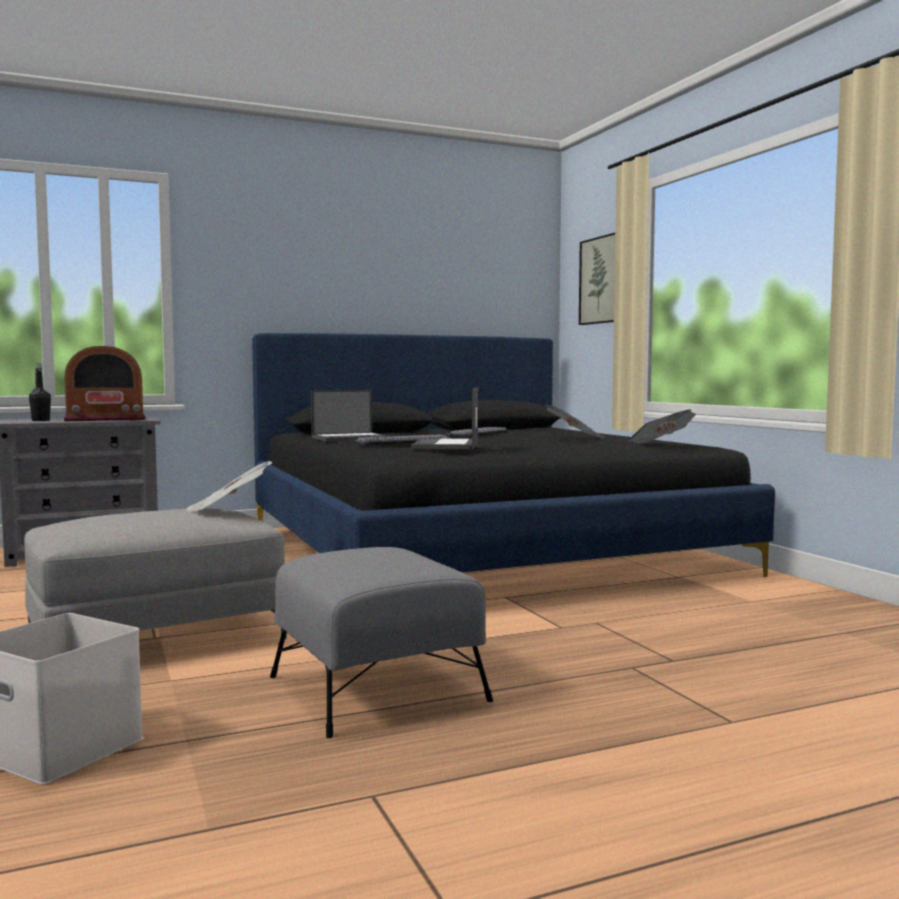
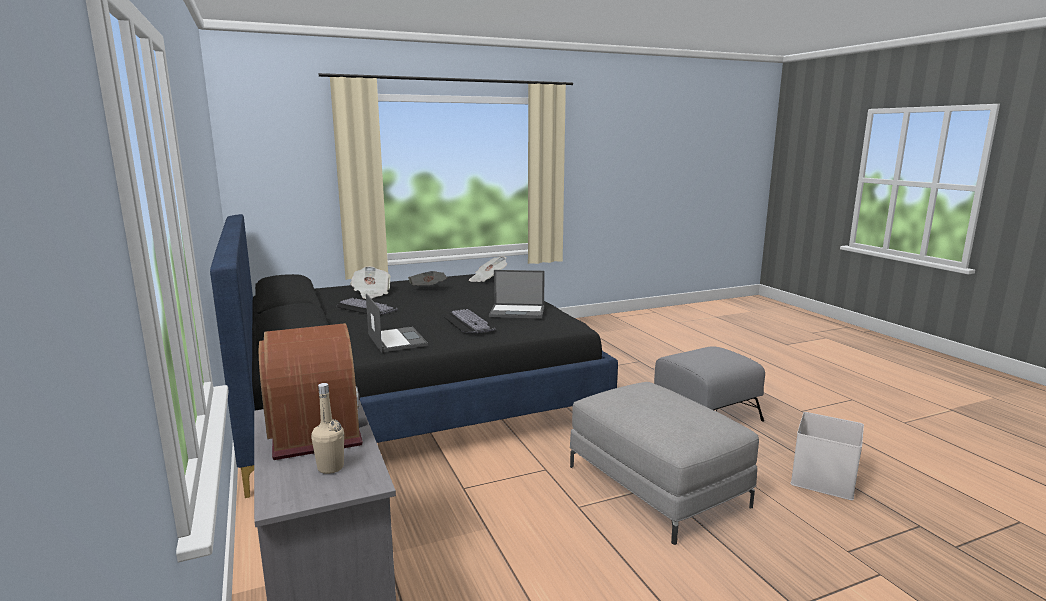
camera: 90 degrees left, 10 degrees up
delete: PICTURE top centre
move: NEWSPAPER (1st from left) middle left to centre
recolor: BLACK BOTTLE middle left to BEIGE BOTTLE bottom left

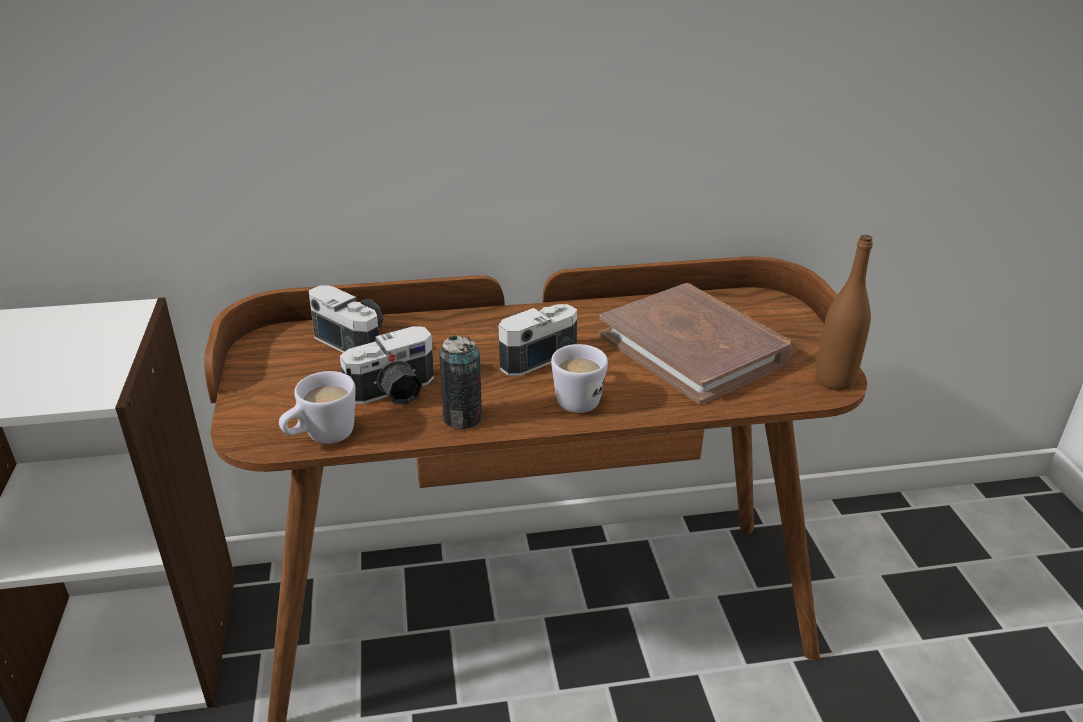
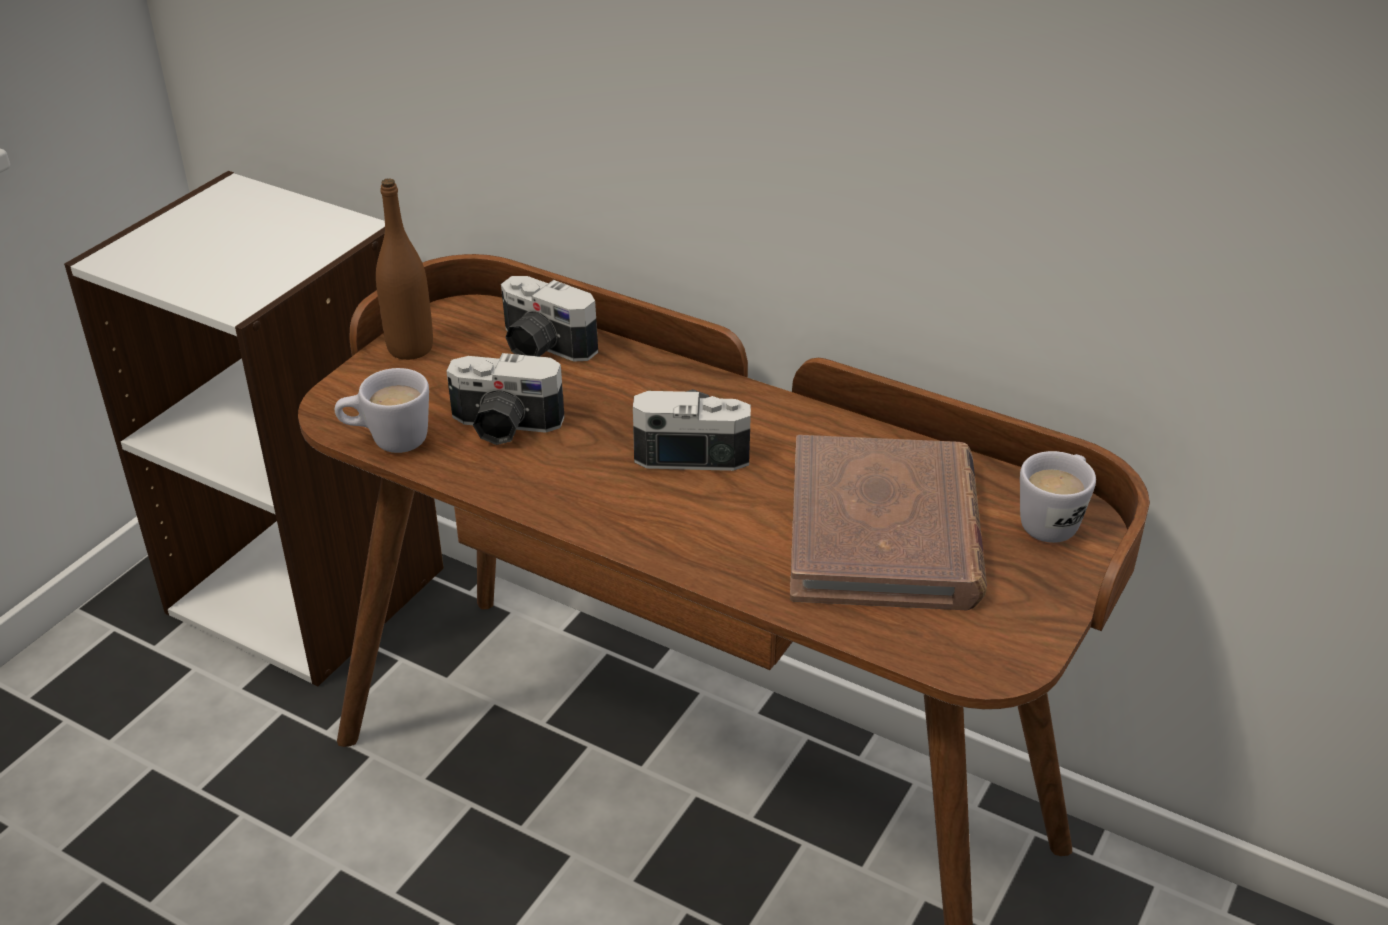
camera: 40 degrees right, 5 degrees up
delete: CAN centre
move: WHITE MUG (2nd from left) centre to middle right; BROWN BOTTLE middle right to top left
rotate: PHOTO CAMERA (1st from left in the first image) middle left = centre 135 degrees clockwise

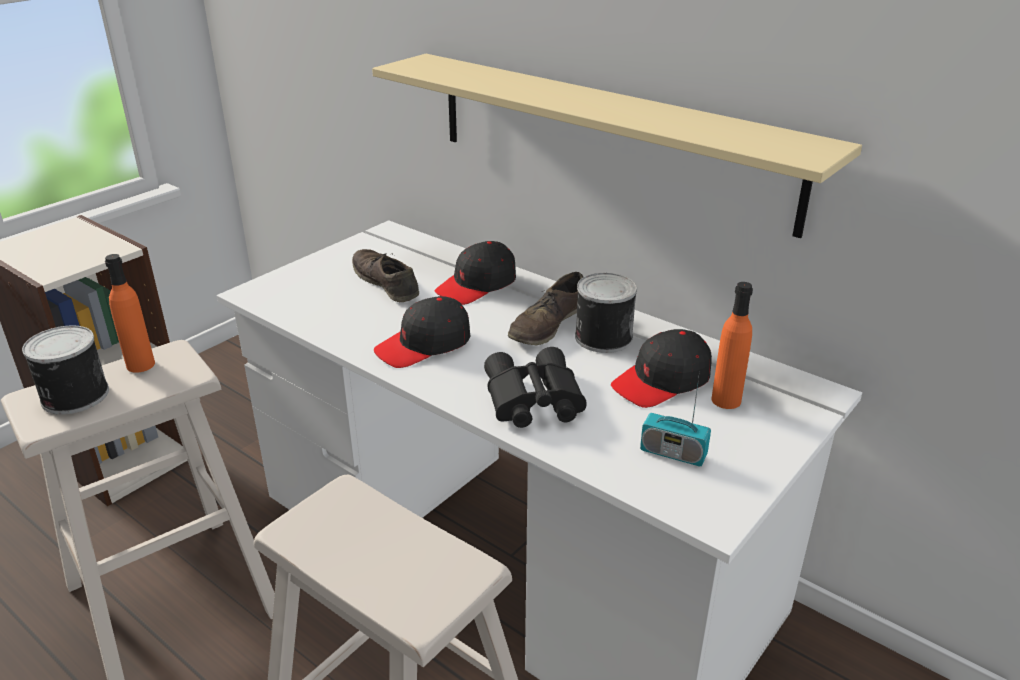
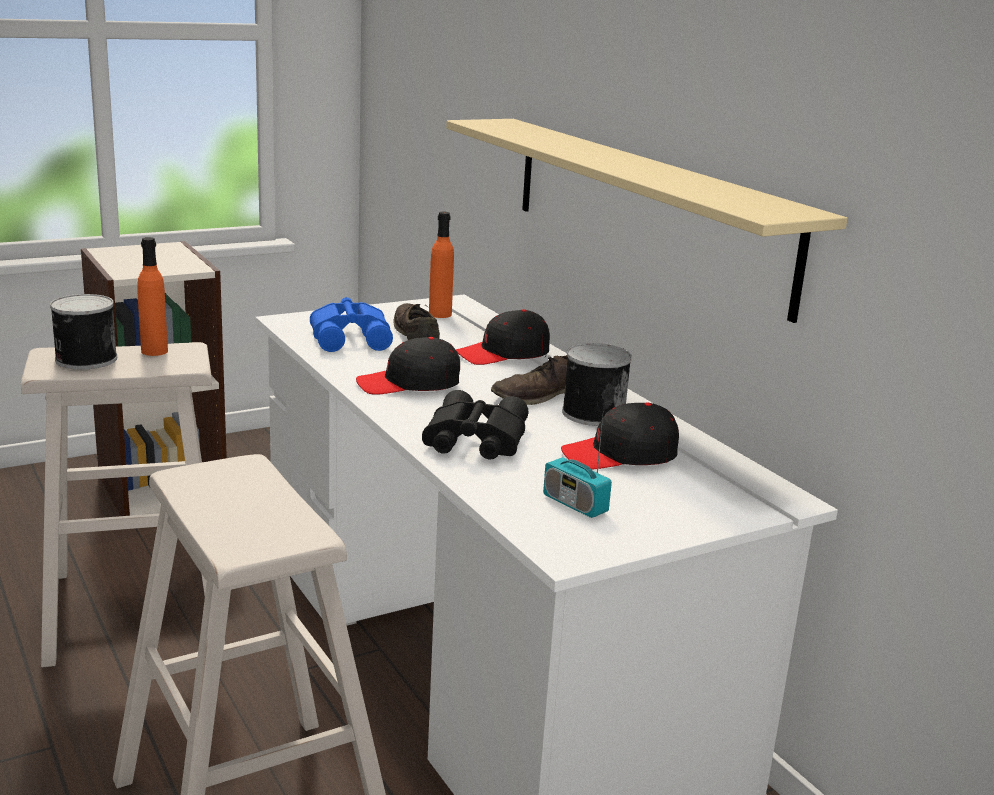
camera: 20 degrees right, 10 degrees down
insert: BLUE BINOCULARS centre
move: ORANGE BOTTLE (2nd from left) middle right to centre

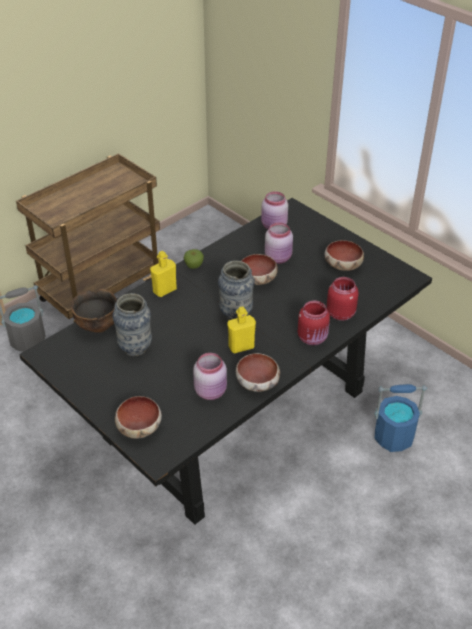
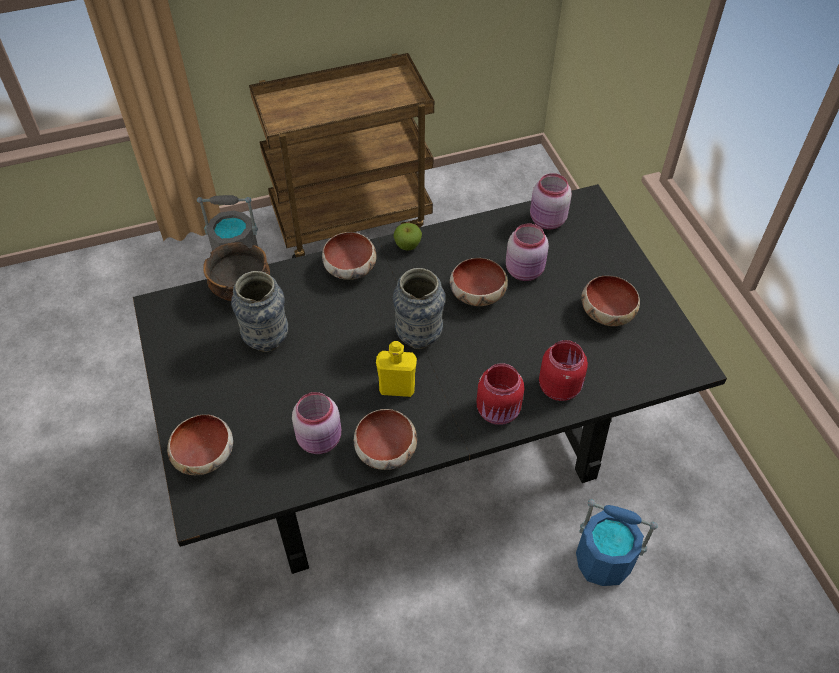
camera: 25 degrees right, 10 degrees up
replace: YELLOW BOTTLE (1st from left) centre to BOWL (3rd from left) centre

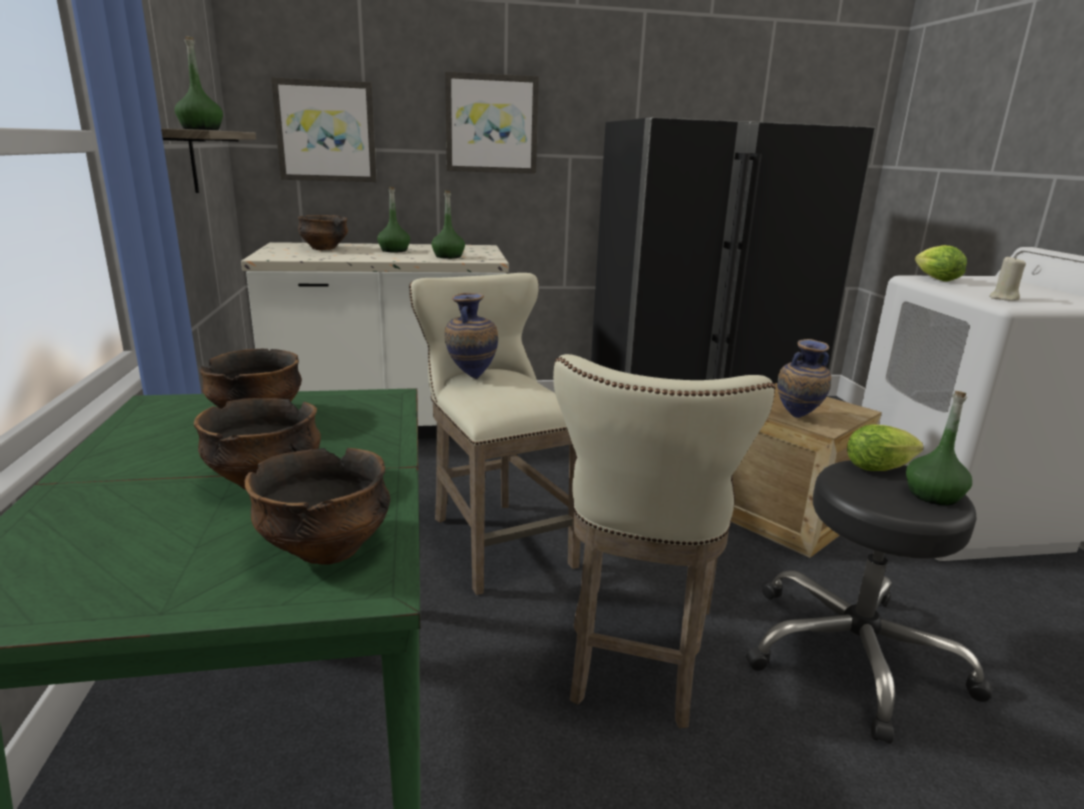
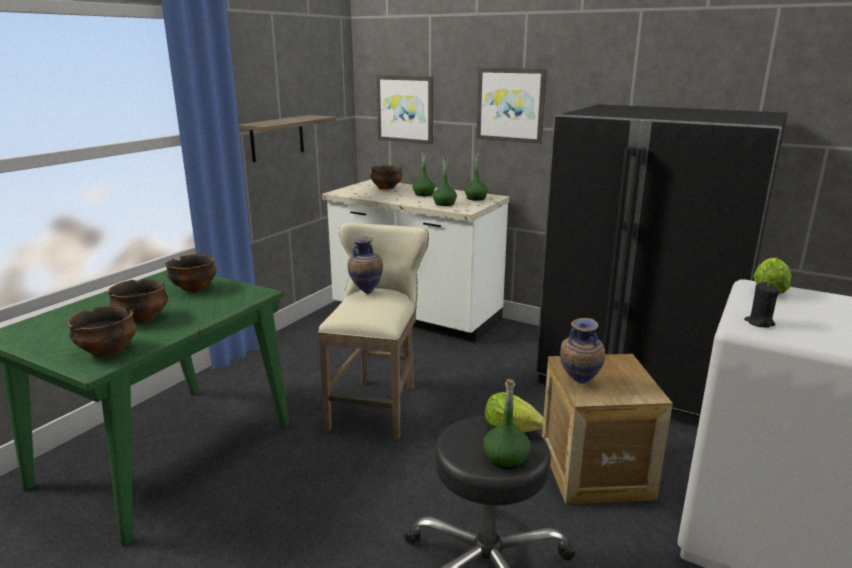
camera: 40 degrees right, 0 degrees up
delete: BEIGE STOOL (2nd from left) bottom centre
move: GREEN BOTTLE (1st from left in the first image) top left to GREEN BOTTLE (3rd from left) top centre
recolor: BEIGE CANDLE middle right to BLACK CANDLE middle right

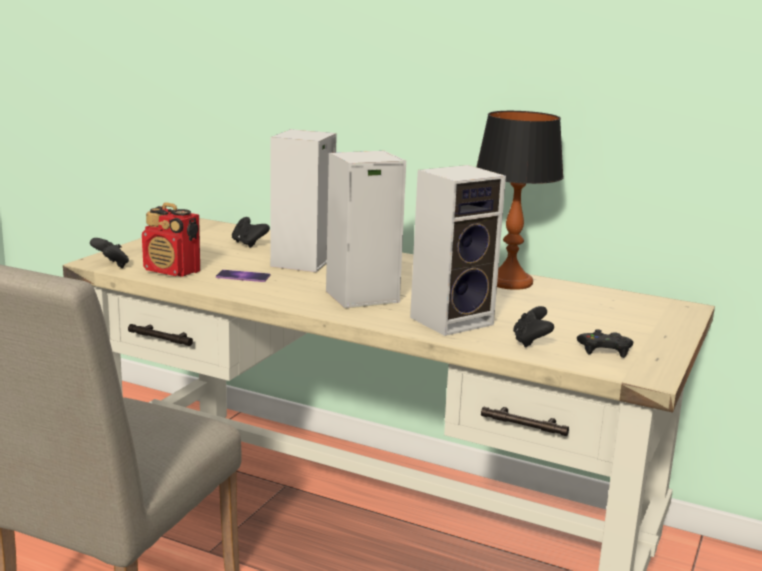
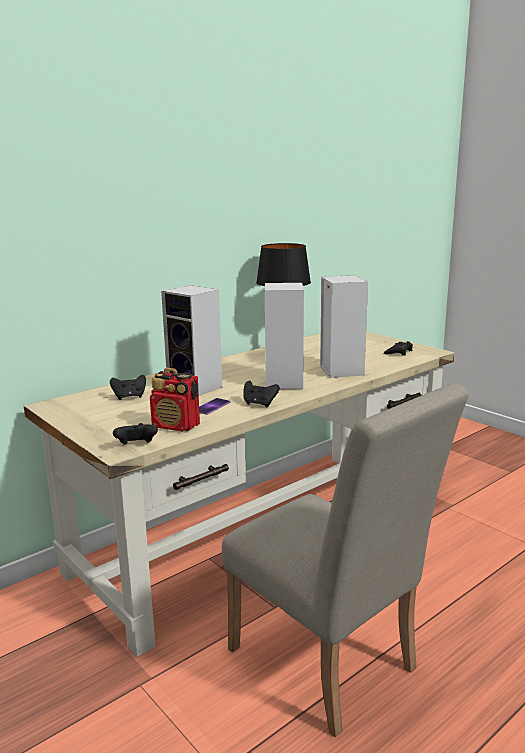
camera: 65 degrees left, 0 degrees up
move: BLACK GAME CONTROLLER (3rd from left) middle right to centre
rotate: RADIO middle left = centre 60 degrees clockwise

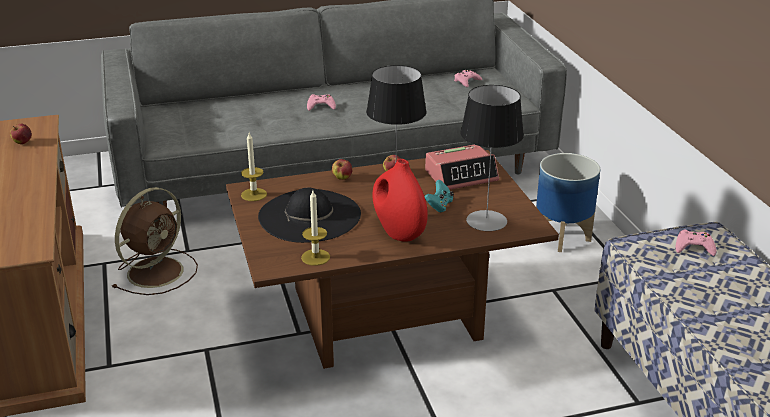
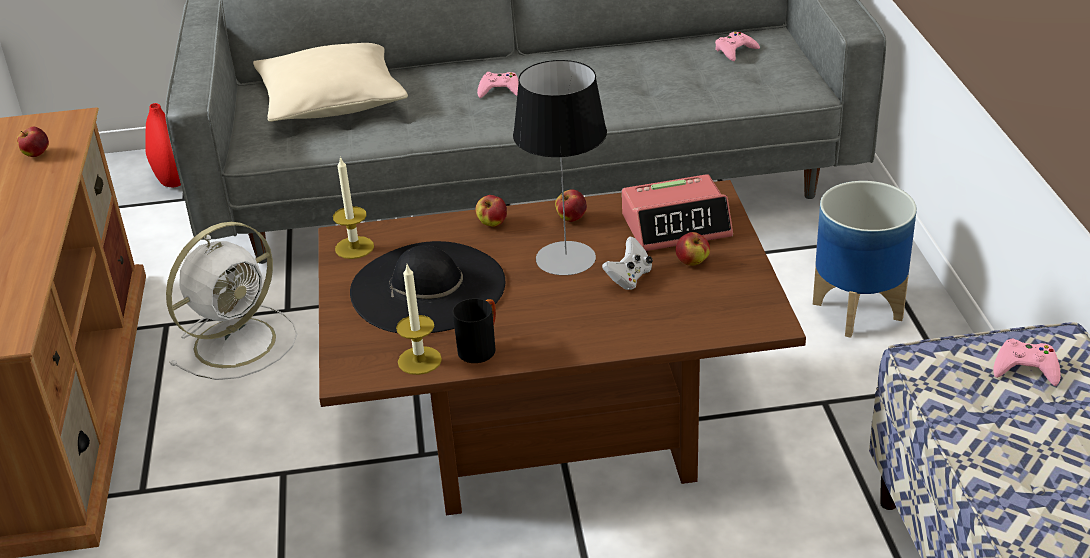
camera: 10 degrees right, 5 degrees up
delete: TABLE LAMP (2nd from left) centre
insert: BEIGE PILLOW top left; BLACK MUG centre; APPLE (4th from left) centre
move: RED VASE centre to top left
recolor: BROWN FAN middle left to WHITE FAN middle left; TURQUOISE GAME CONTROLLER centre to WHITE GAME CONTROLLER centre

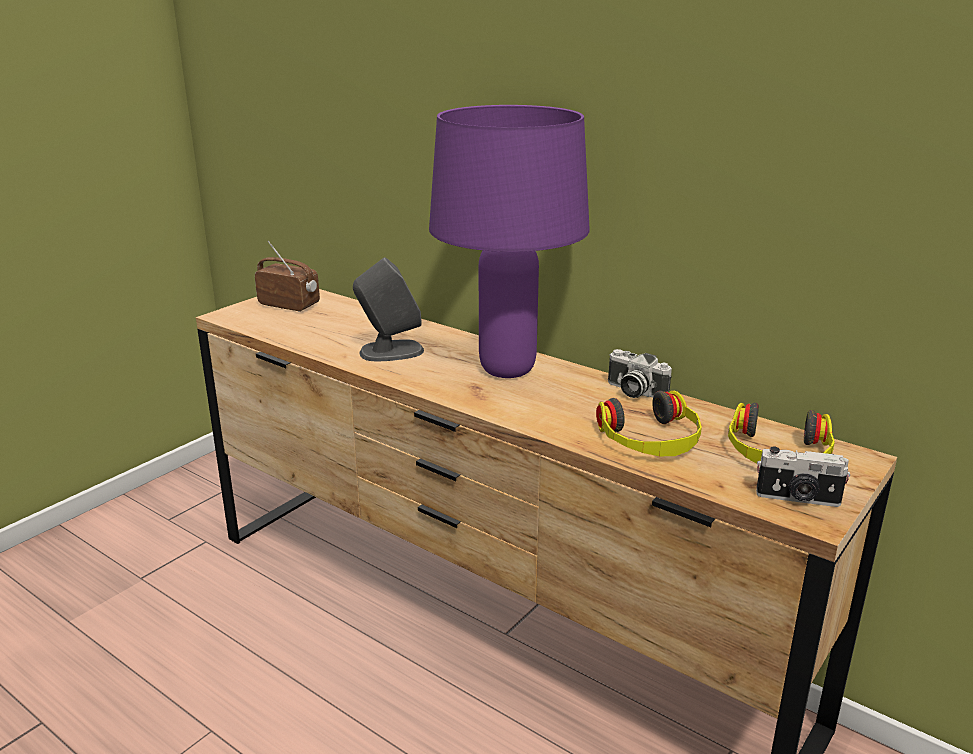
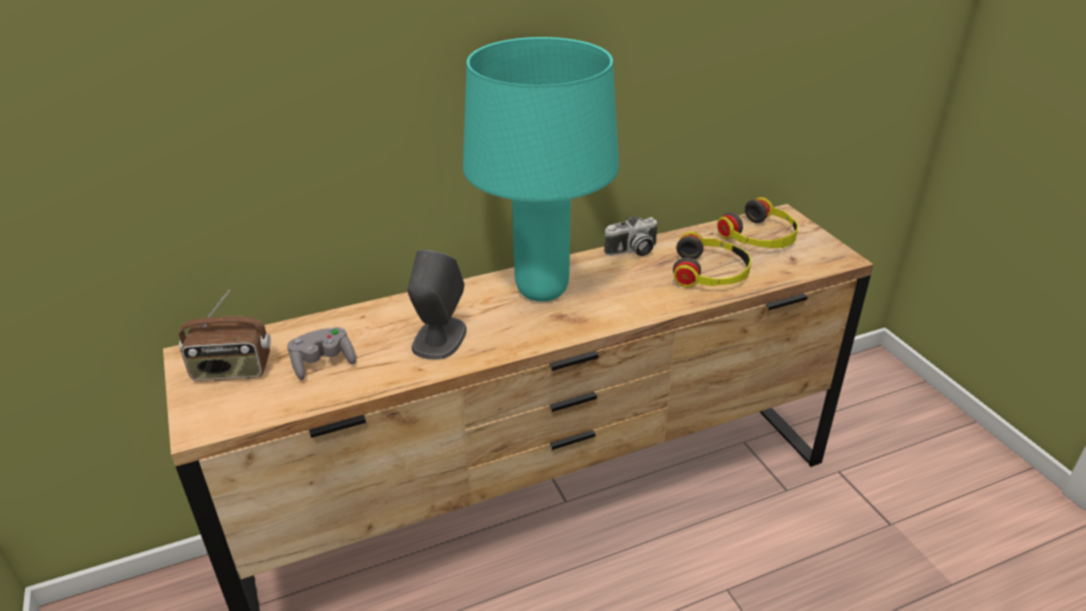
camera: 60 degrees left, 10 degrees up
delete: PHOTO CAMERA (2nd from left) middle right
insert: GREY GAME CONTROLLER middle left
recolor: PURPLE TABLE LAMP top centre to TURQUOISE TABLE LAMP top centre
rotate: RADIO middle left = middle left 150 degrees counterclockwise

